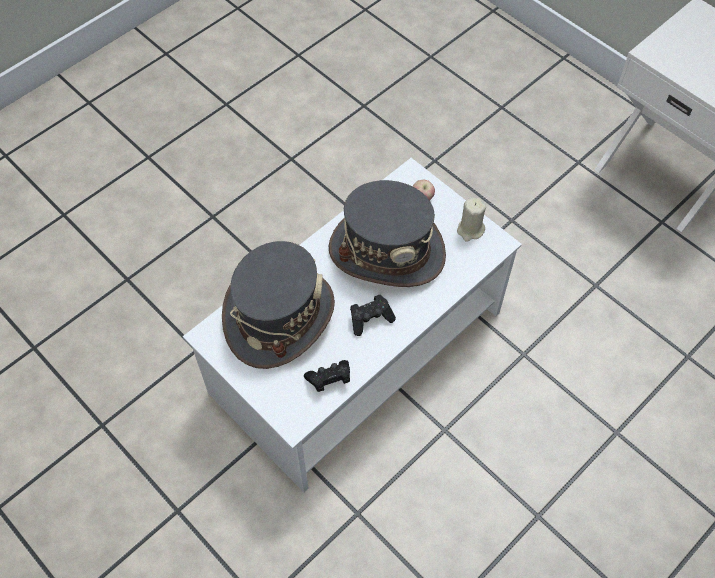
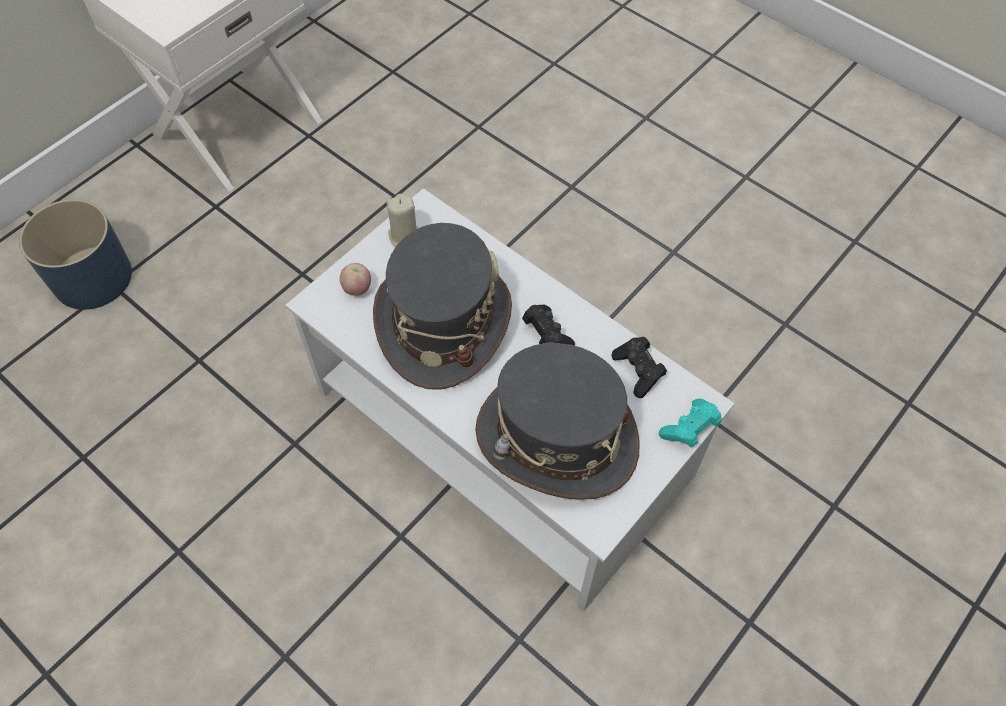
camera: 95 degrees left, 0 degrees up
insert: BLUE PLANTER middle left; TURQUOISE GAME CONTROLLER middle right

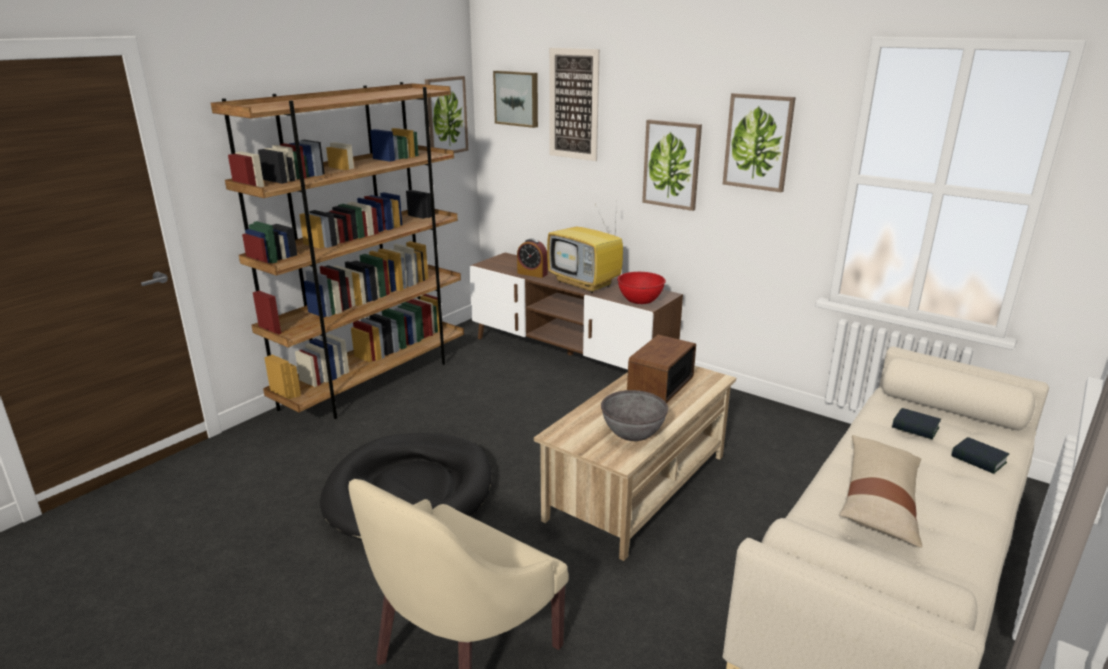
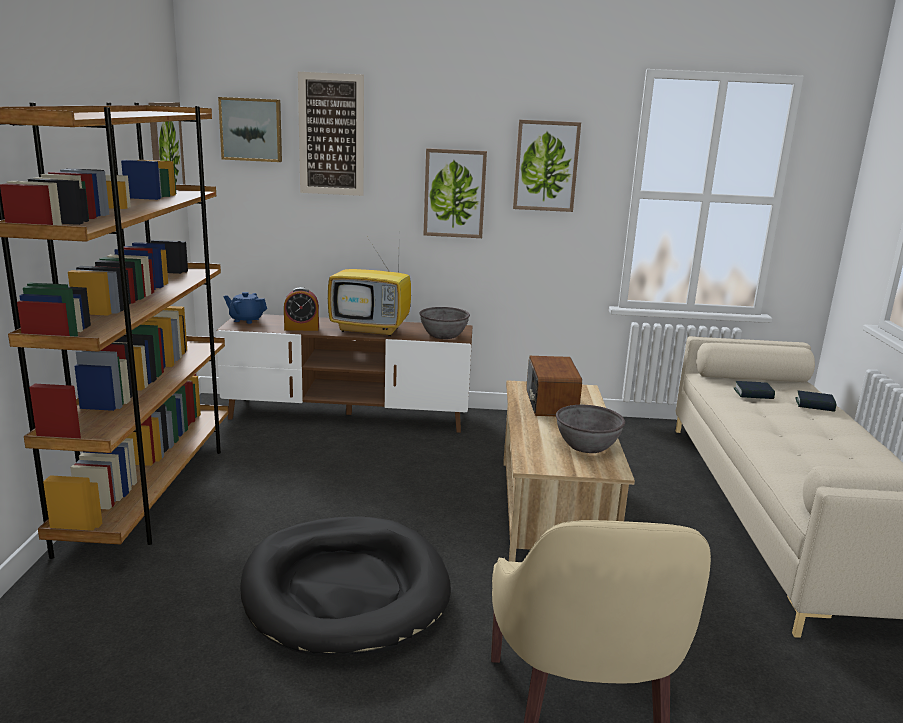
camera: 35 degrees left, 5 degrees down
delete: BEIGE PILLOW bottom right
insert: BLUE TEAPOT middle left
recolor: RED BOWL centre to GREY BOWL (1st from left) centre

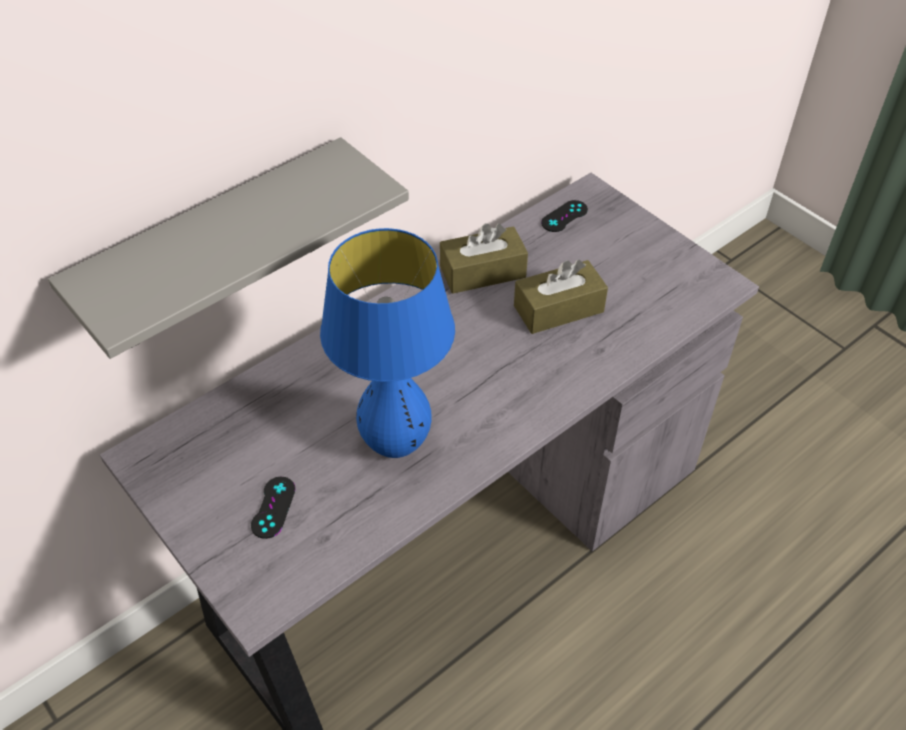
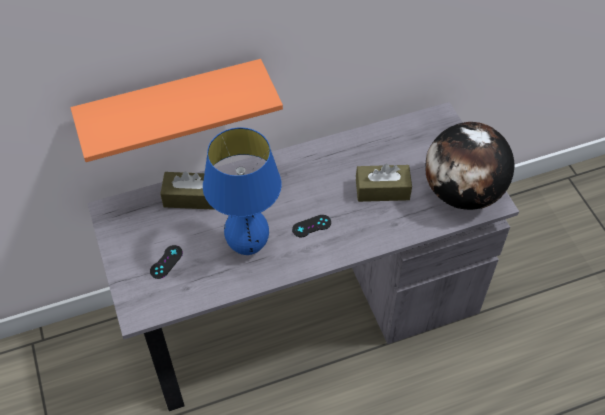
camera: 20 degrees right, 5 degrees up
insert: GLOBE middle right
move: BROWN TISSUE BOX (1st from left) centre to middle left; BLACK GAME CONTROLLER (2nd from left) top centre to centre
recolor: GREY SHELF middle left to ORANGE SHELF top left

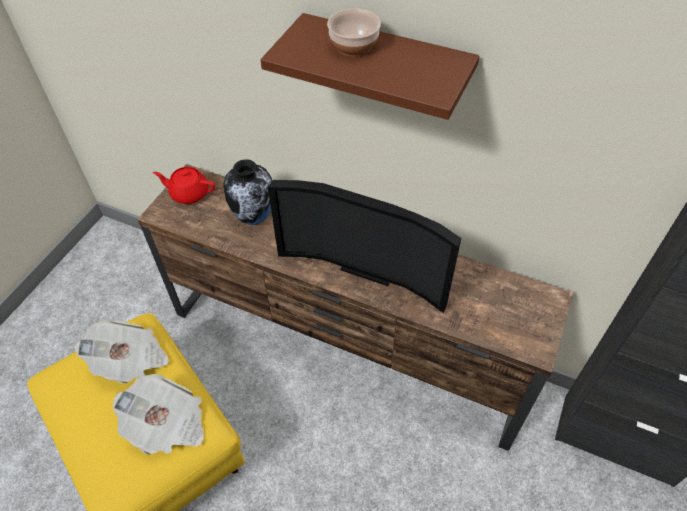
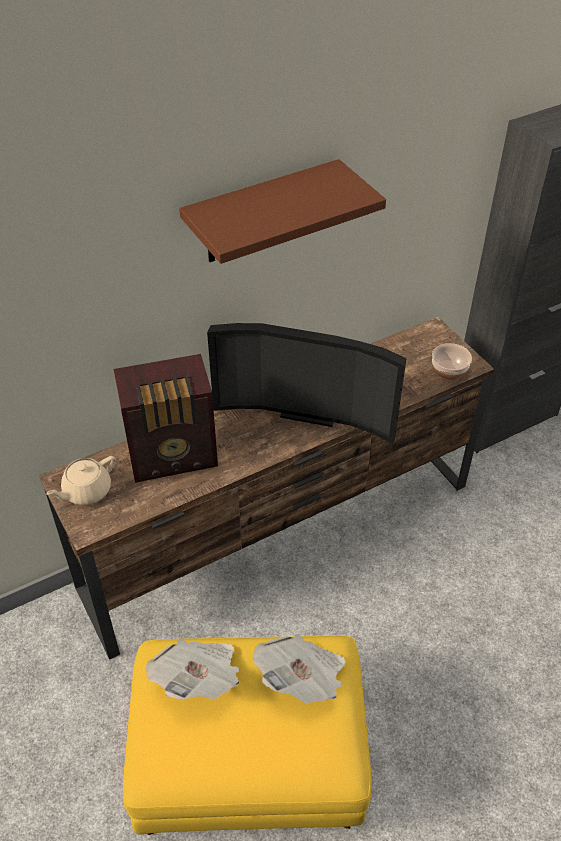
camera: 55 degrees left, 5 degrees down
move: BOWL top centre to middle right
replace: VASE centre to RADIO middle left
recolor: RED TEAPOT middle left to BEIGE TEAPOT middle left
rotate: TELEVISION centre = centre 45 degrees clockwise

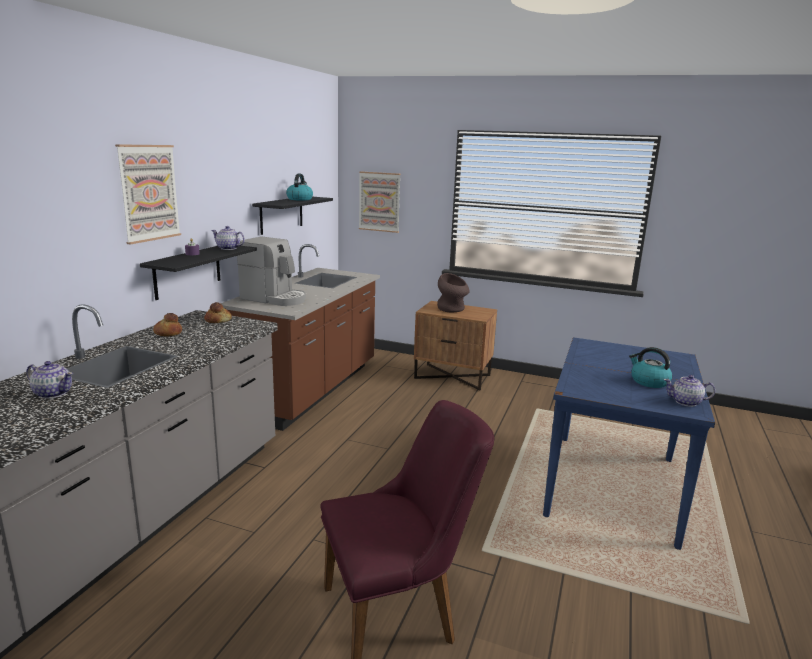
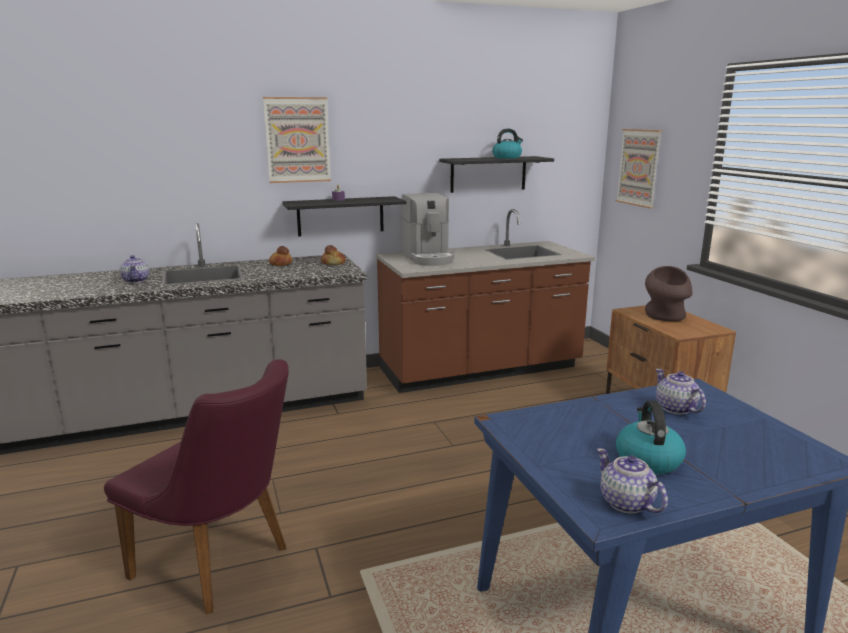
camera: 50 degrees right, 0 degrees up
move: TEAPOT (2nd from left in the first image) middle left to TEAPOT (3rd from left) middle right

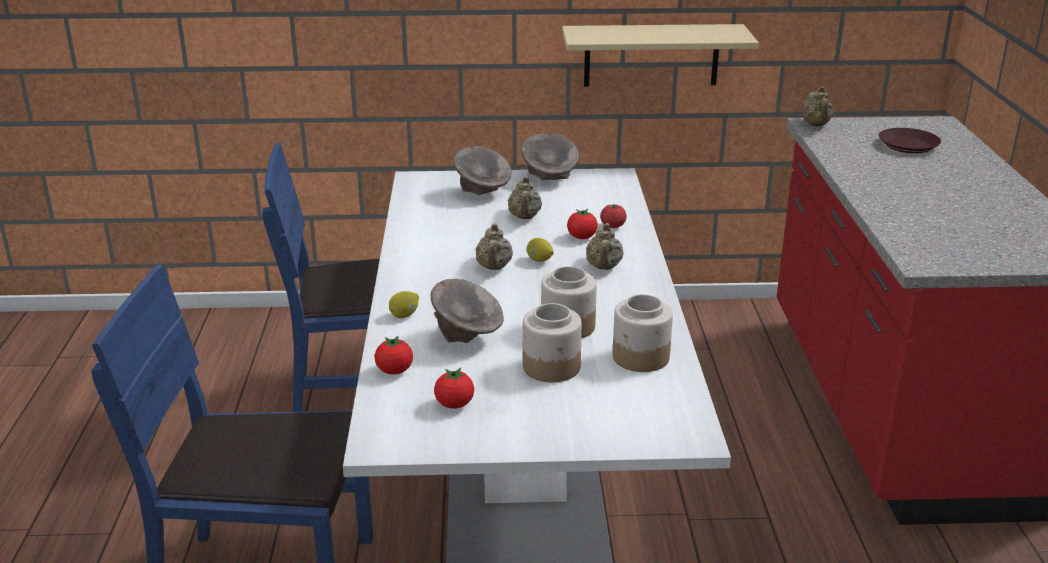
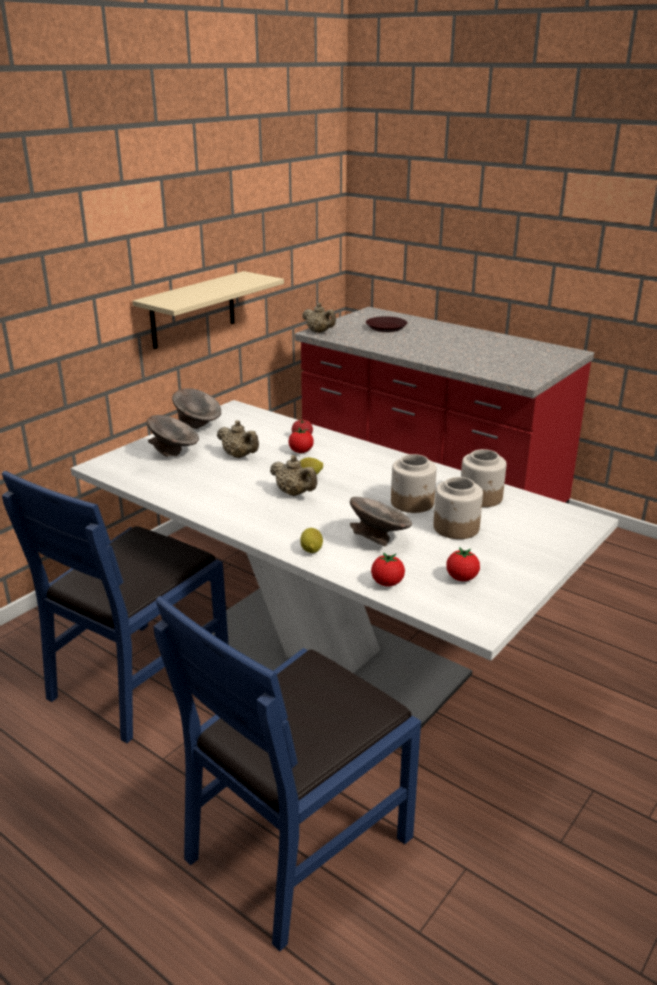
camera: 50 degrees left, 0 degrees up
delete: BEIGE TEAPOT (3rd from left) centre

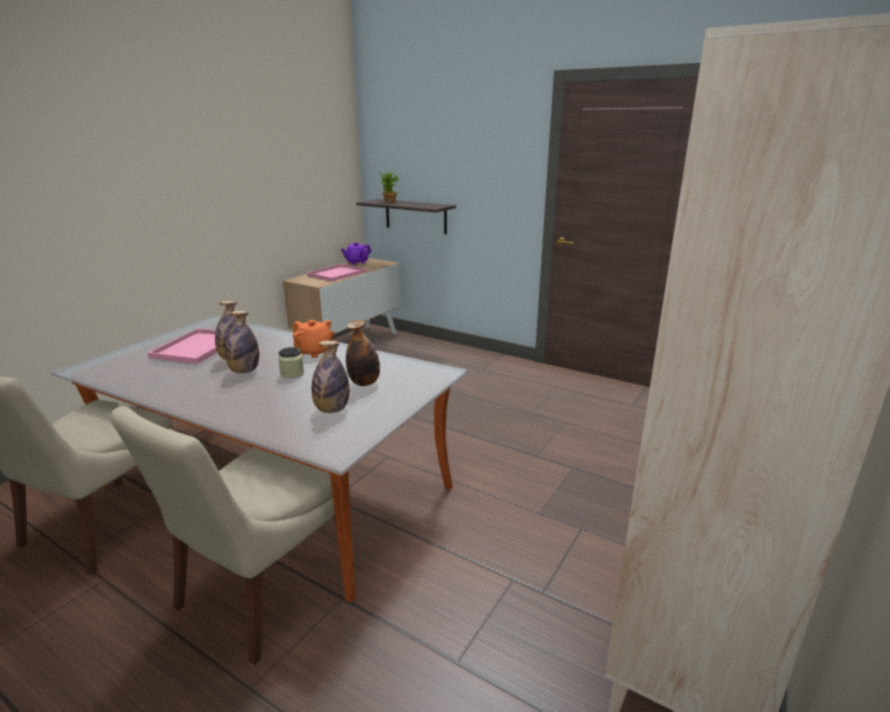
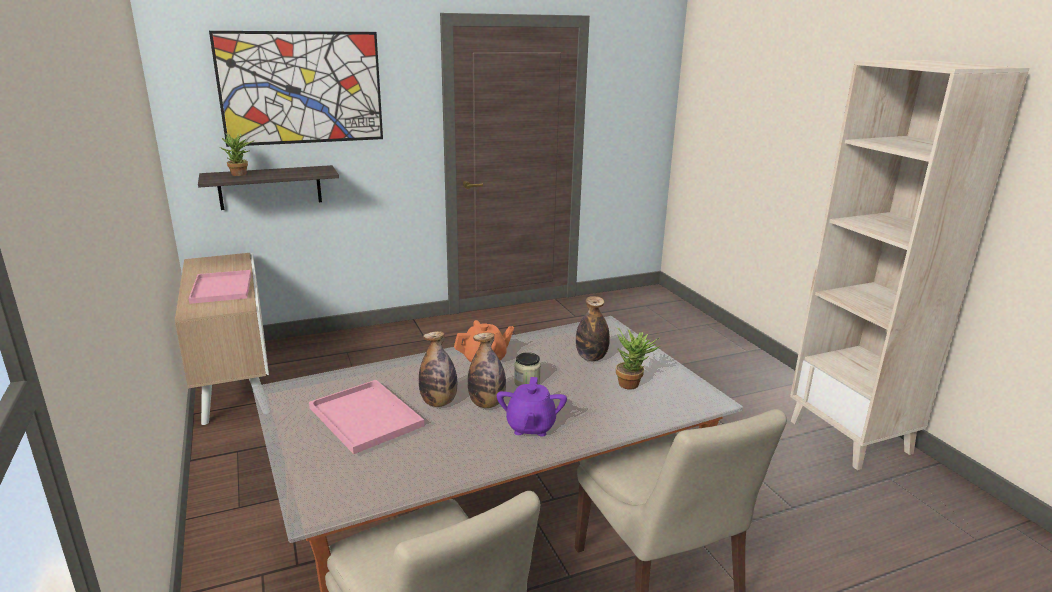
camera: 55 degrees left, 0 degrees up
insert: PICTURE top left
move: PURPLE TEAPOT centre to bottom centre
replace: BOTTLE (3rd from left) centre to POTTED PLANT (2nd from left) centre

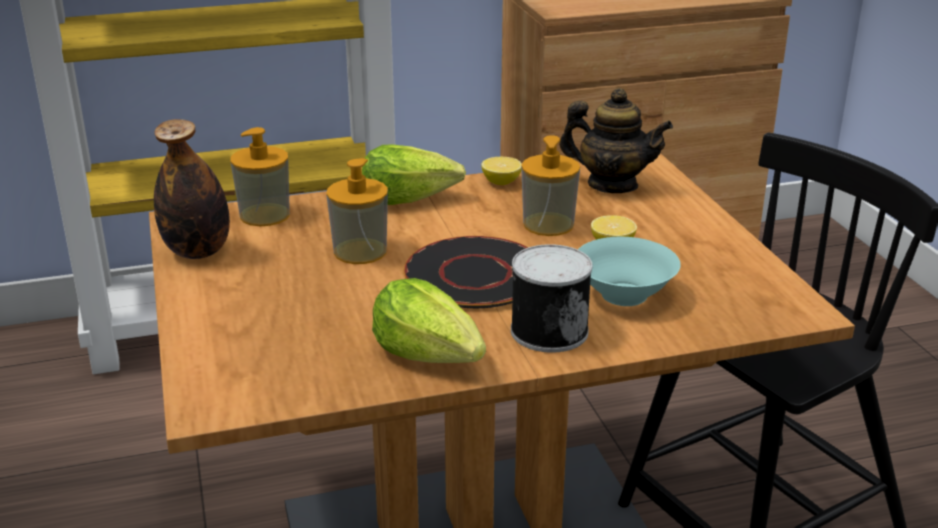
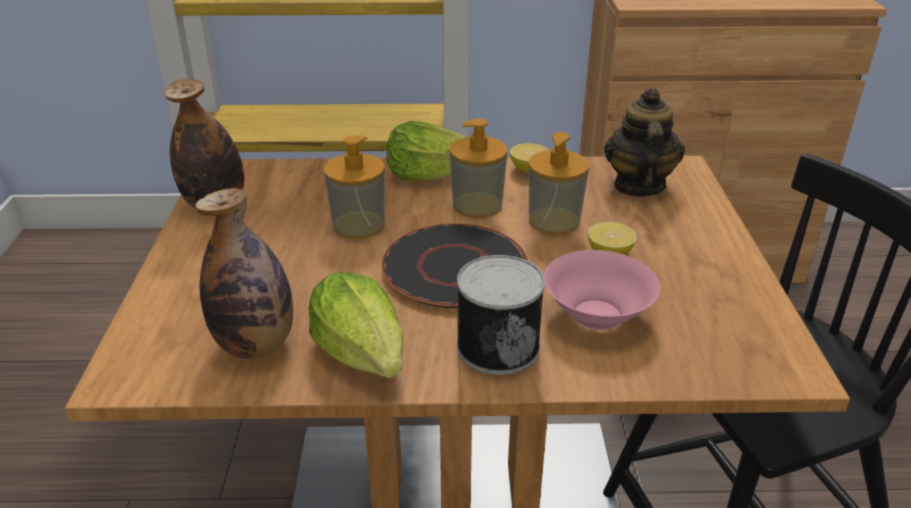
camera: 15 degrees right, 5 degrees up
insert: BOTTLE (2nd from left) middle left
move: SOAP DISPENSER (1st from left in the first image) middle left to SOAP DISPENSER (2nd from left) top centre
recolor: TURQUOISE BOWL middle right to PINK BOWL centre
rotate: TEAPOT top centre = top right 120 degrees counterclockwise

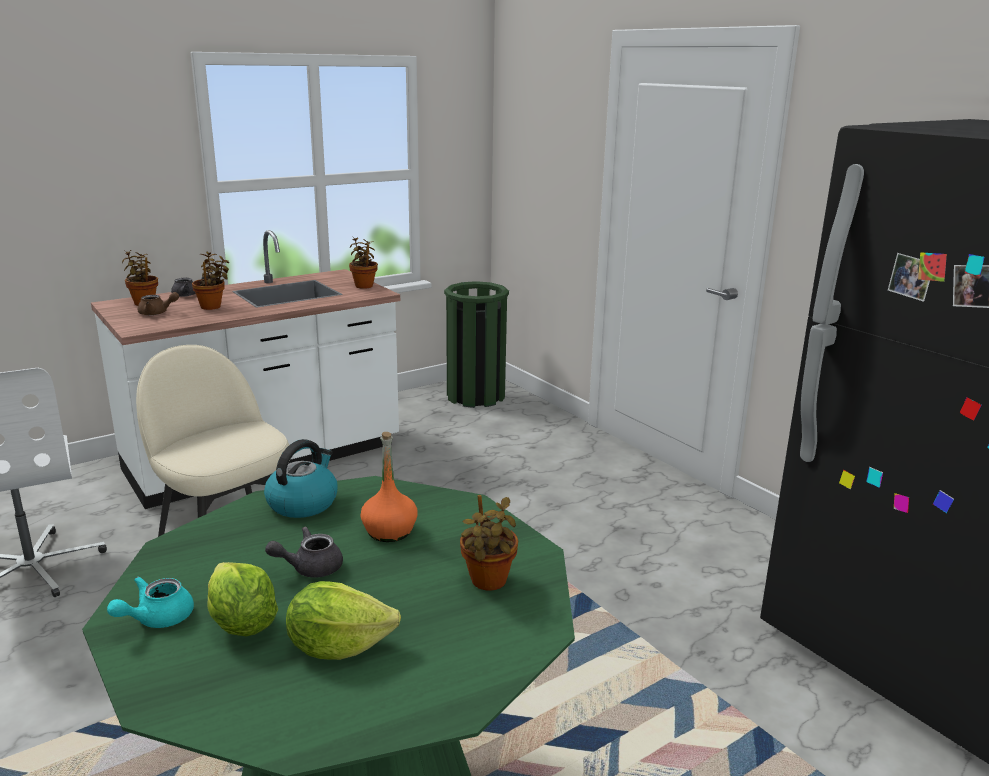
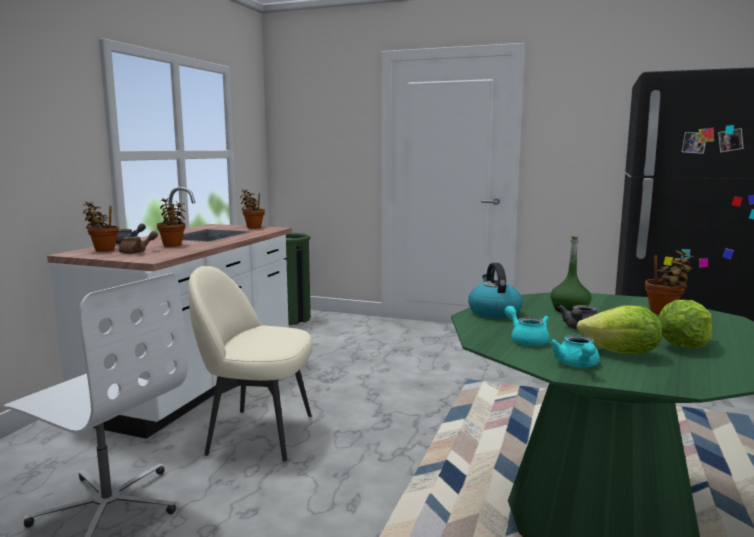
camera: 35 degrees left, 10 degrees down
insert: TURQUOISE TEAPOT (1st from left) middle right
recolor: ORANGE BOTTLE centre to GREEN BOTTLE middle right

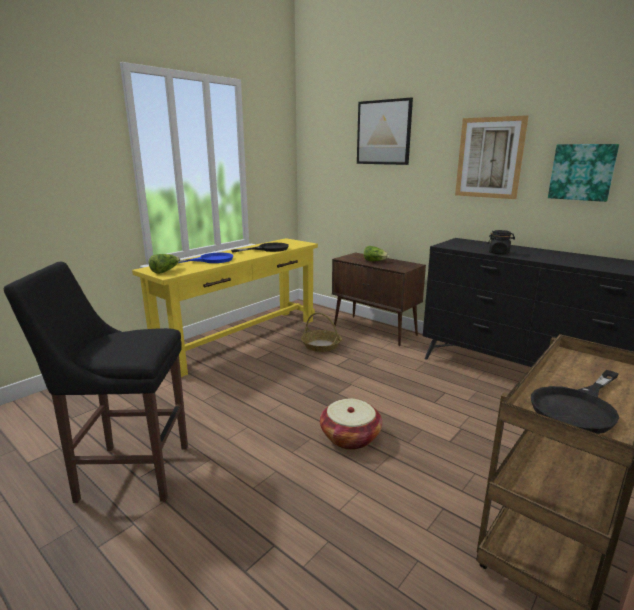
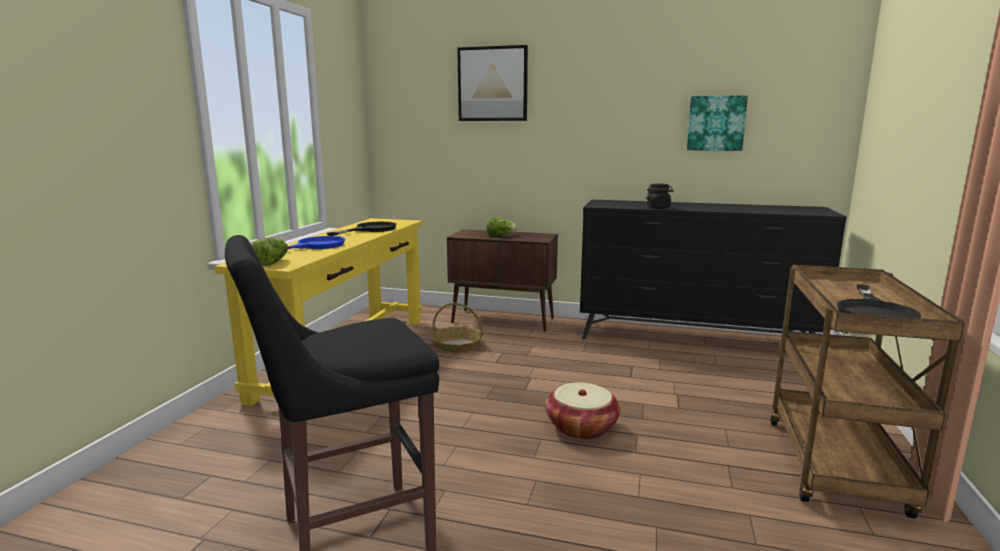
camera: 25 degrees left, 5 degrees down
delete: PICTURE (2nd from left) top right

